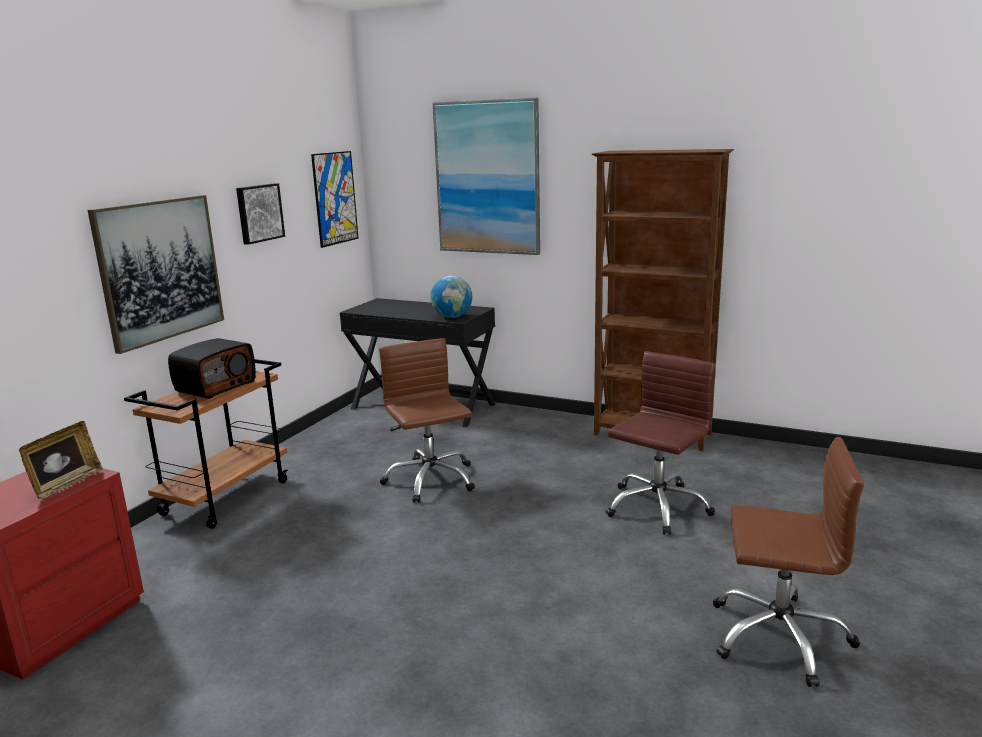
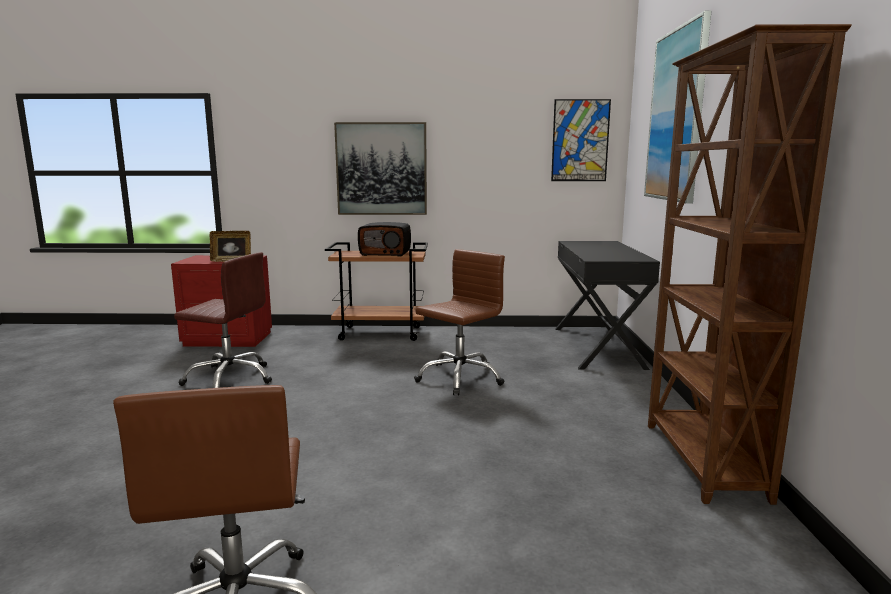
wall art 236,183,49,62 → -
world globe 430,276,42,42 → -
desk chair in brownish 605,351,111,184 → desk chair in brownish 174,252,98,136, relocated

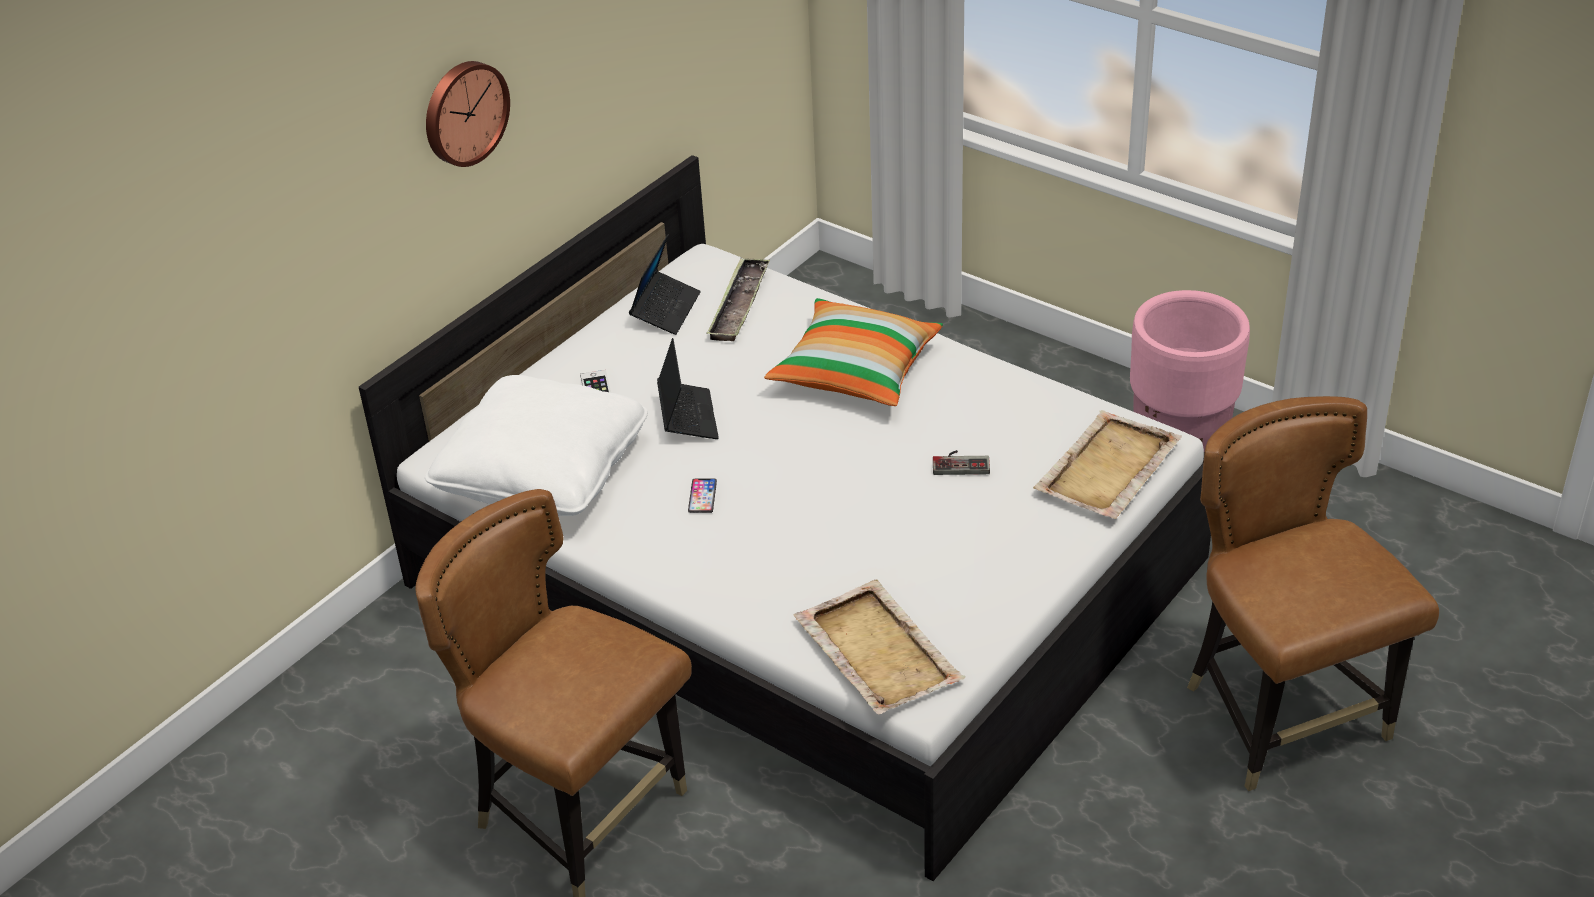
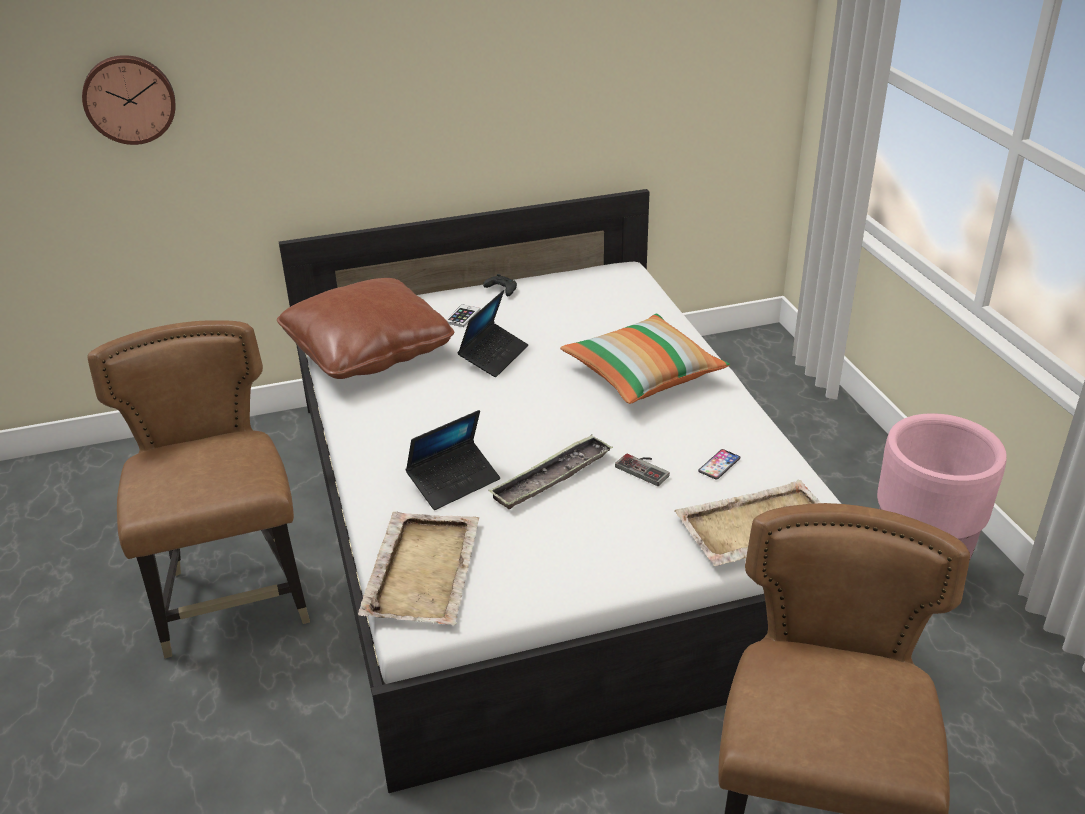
- → gamepad in blackish 483,274,34,22
hanging clock 426,61,84,106 → hanging clock 82,55,94,90, relocated
notebook computer 629,234,72,101 → notebook computer 406,410,94,100, relocated
phone 688,479,29,34 → phone 698,449,42,31, relocated
tray 707,258,63,83 → tray 489,434,124,75, relocated
cushion in whitish 425,375,223,141 → cushion in brownish 277,278,177,101

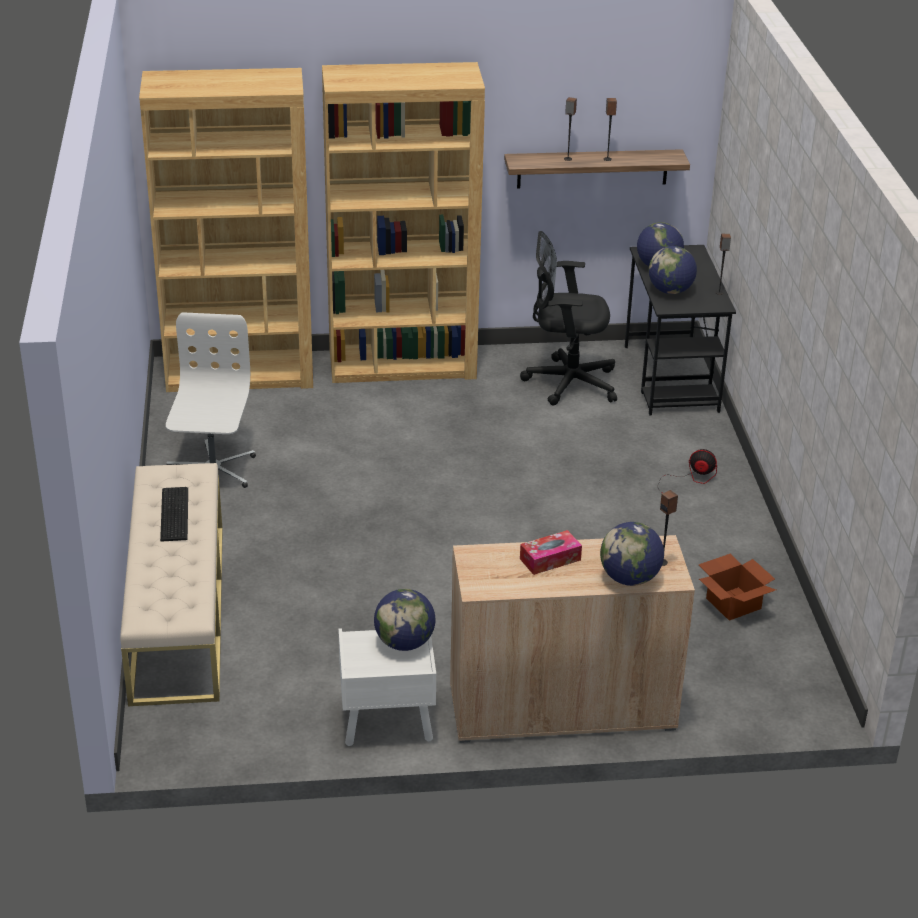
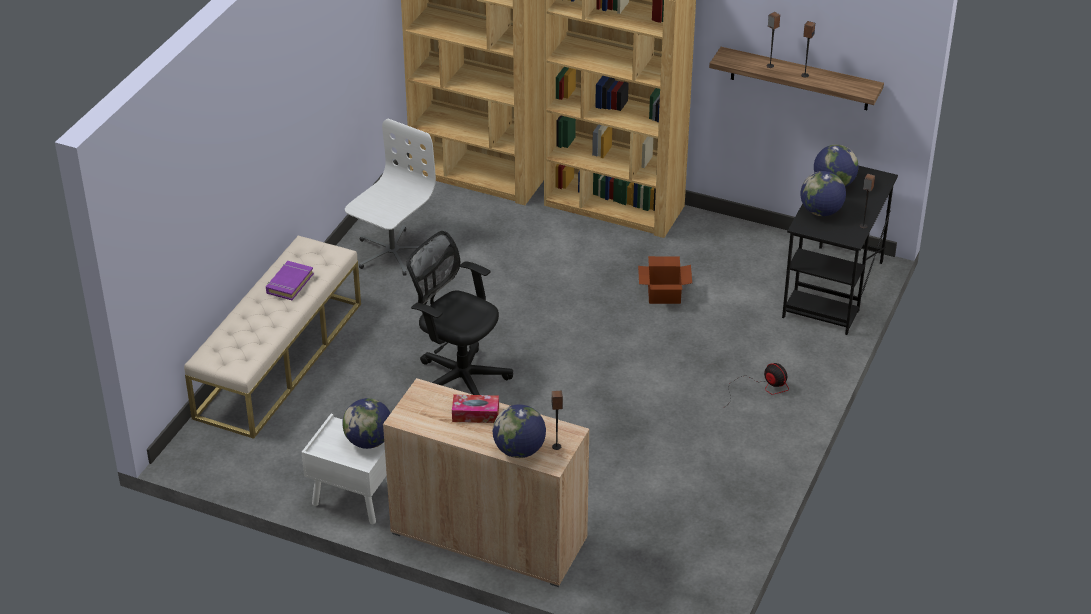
desk chair in blackish 520,231,97,175 → desk chair in blackish 406,231,107,164, relocated
cardboard box 699,554,77,67 → cardboard box 638,256,54,48, relocated
keyboard 160,487,28,55 → book in purplish 266,261,48,39

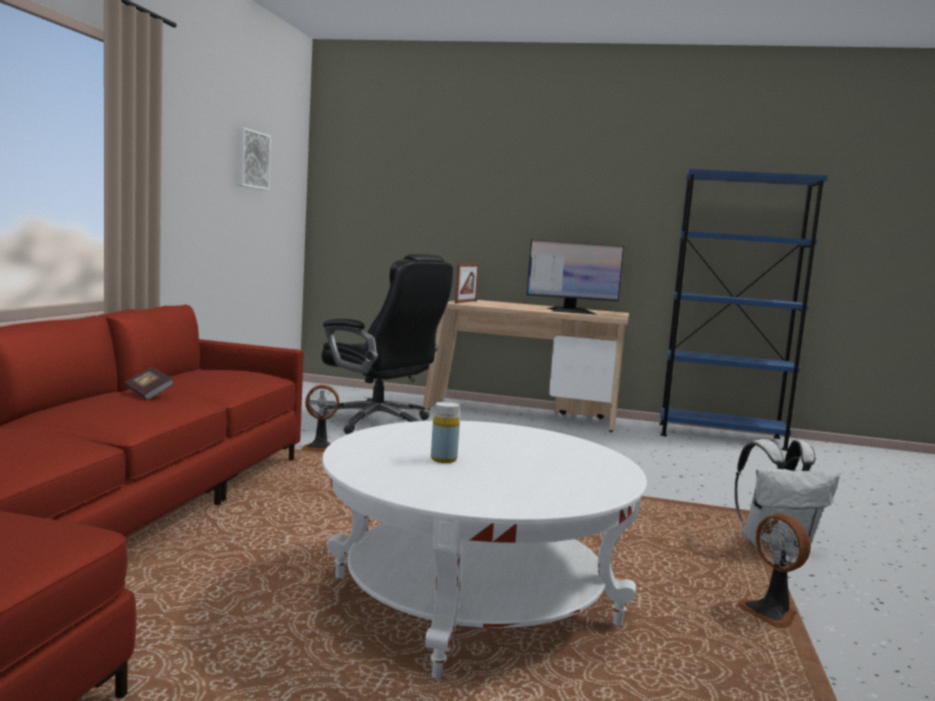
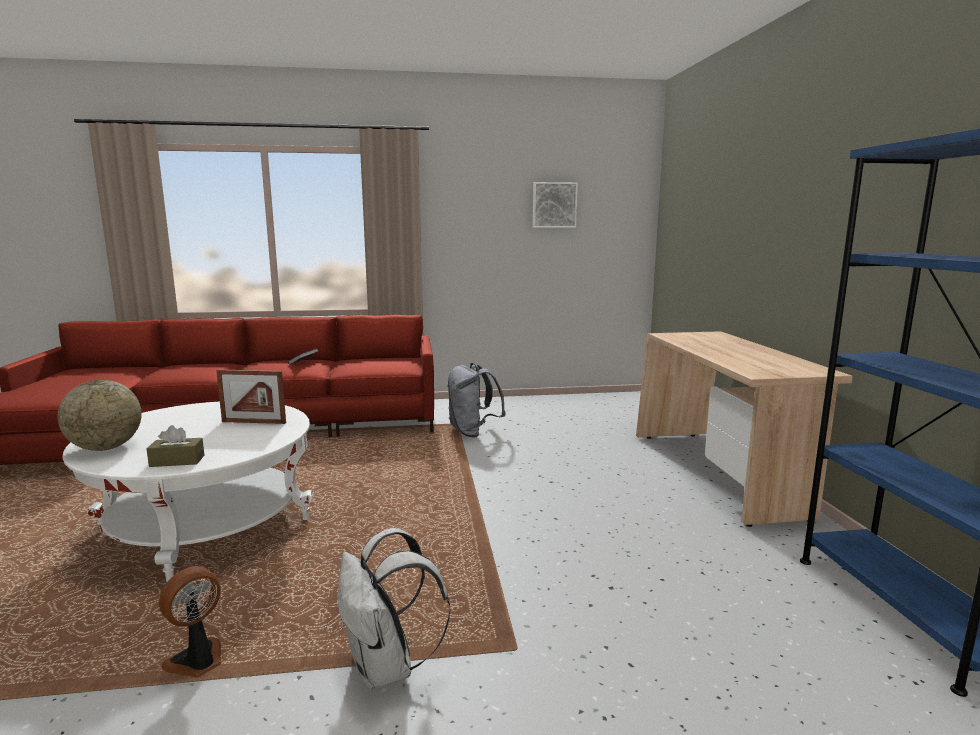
desk chair in blackish 321,254,132,180 → -
drink bottle in yellow 431,402,29,61 → -
computer screen 527,240,97,74 → -
- → world globe 58,380,84,71
- → tissue box in brownish 147,425,57,42
standing frame 455,263,24,40 → standing frame 216,369,70,55, relocated
cooling fan 301,385,38,67 → backpack in greyish 448,363,58,74

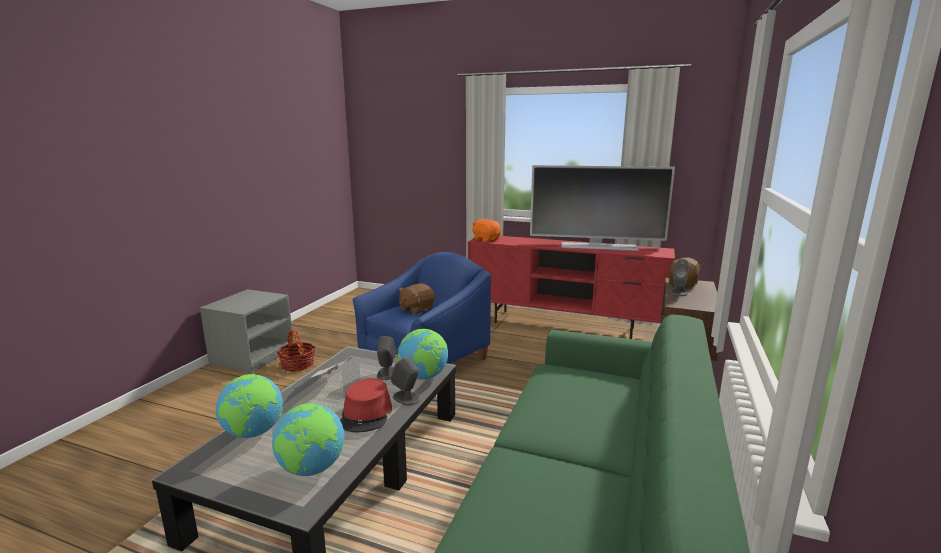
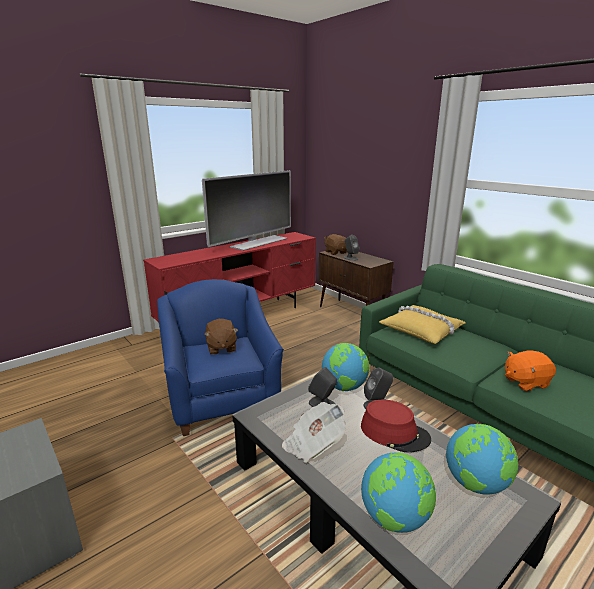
household basket 277,330,38,42 → -
- → cushion in yellow 379,305,87,39
plush toy in orange-coloured 472,219,29,23 → plush toy in orange-coloured 505,350,51,41, relocated

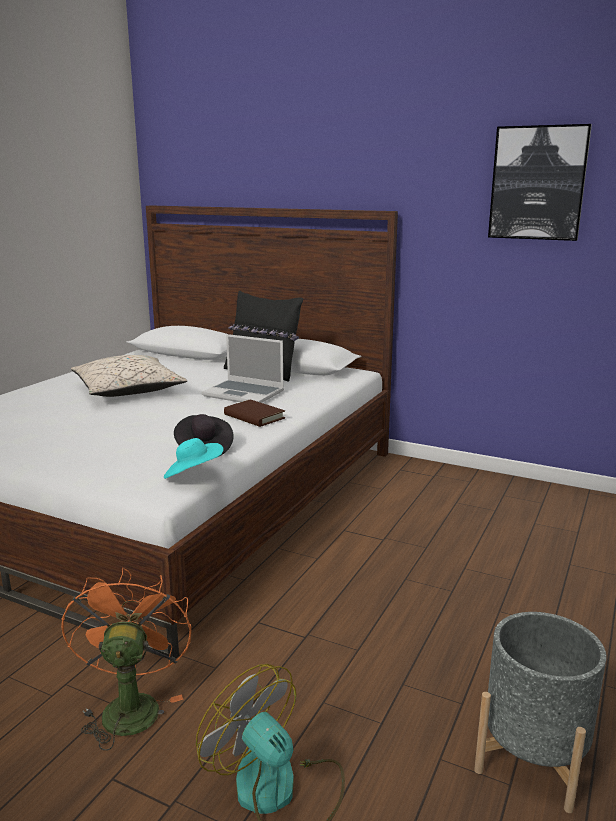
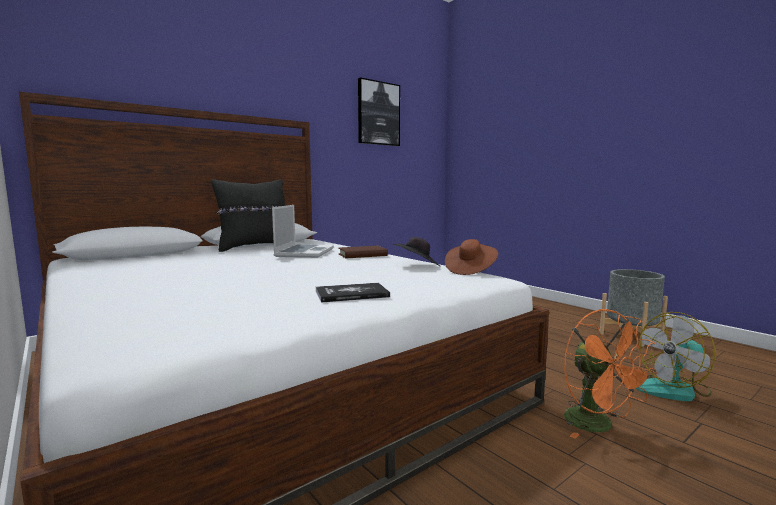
cushion in sand-coloured 71,355,116,42 → -
- → book 316,283,74,19
clothing hat in blue-green 164,438,59,41 → clothing hat in brownish 445,239,53,36
cooling fan in orange-coloured 61,568,130,182 → cooling fan in orange-coloured 564,309,93,130, 135 degrees counterclockwise
notebook computer 202,334,82,69 → notebook computer 272,205,62,53, 45 degrees counterclockwise

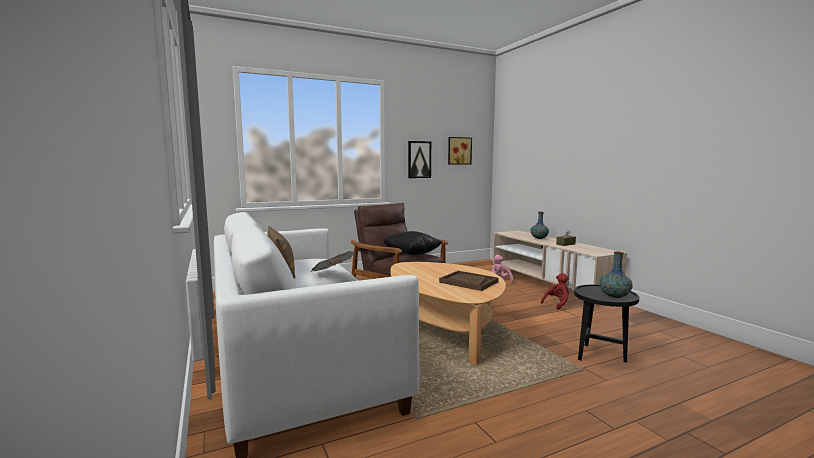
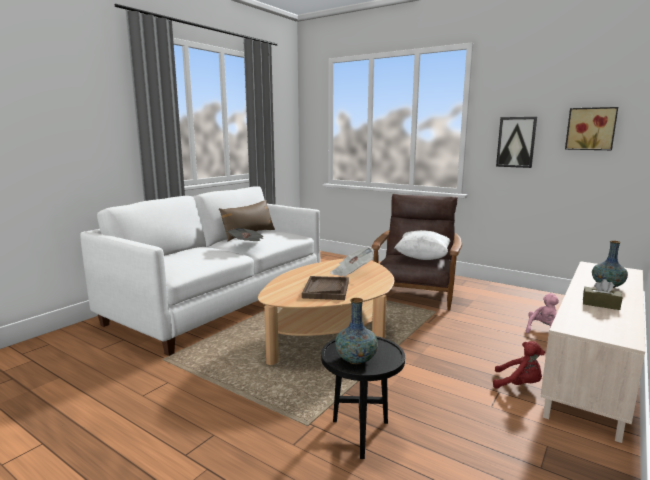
- → printed paper 330,248,43,29
cushion in blackish 383,231,59,24 → cushion in whitish 394,230,56,30

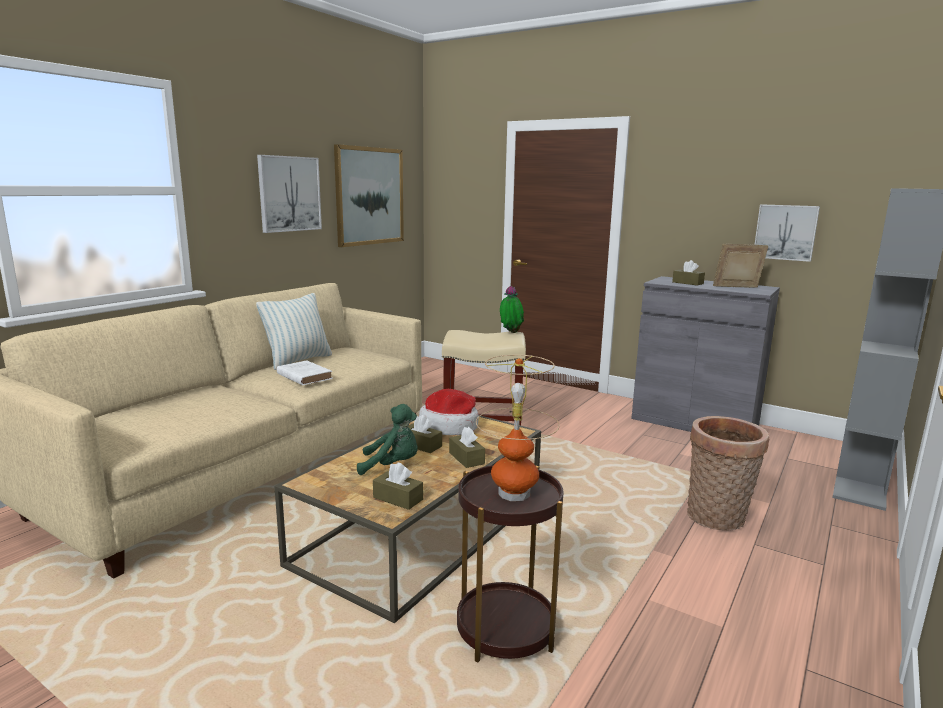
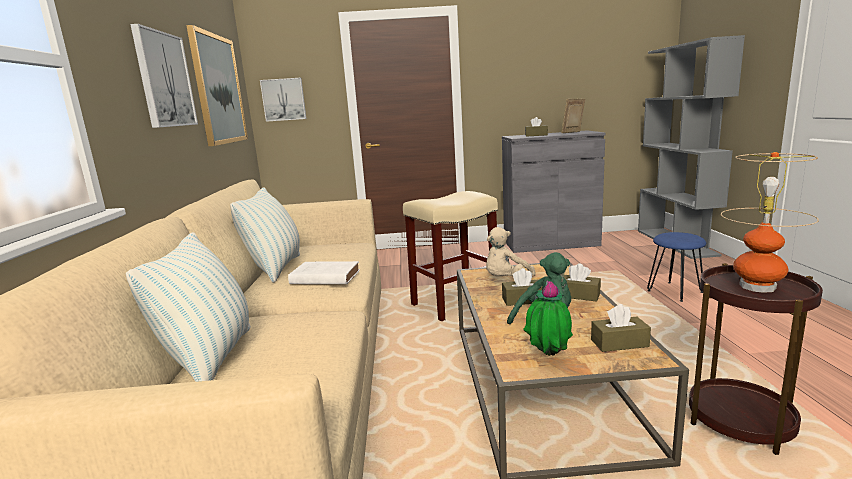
- → cushion 126,232,125,150
houseplant 500,286,24,47 → houseplant 523,281,50,75, relocated
wall art 754,204,66,58 → wall art 260,78,46,44, relocated
clothing hat 419,389,60,46 → plush toy in sand-coloured 486,227,50,49
household basket 687,416,82,115 → stool seat in blue 647,232,59,70

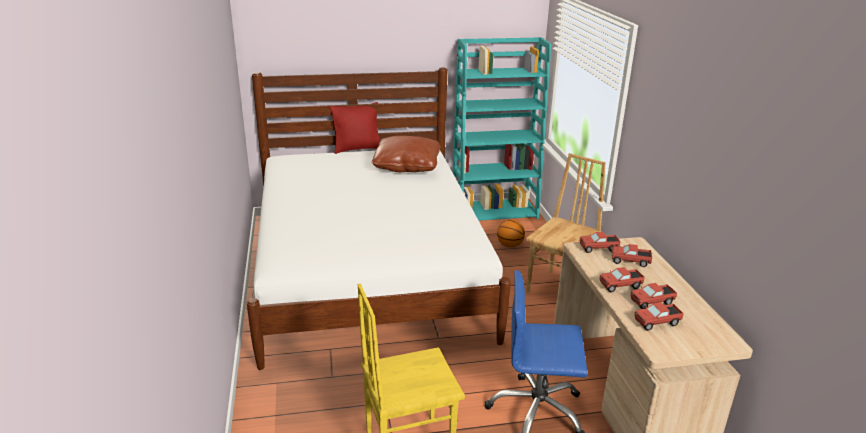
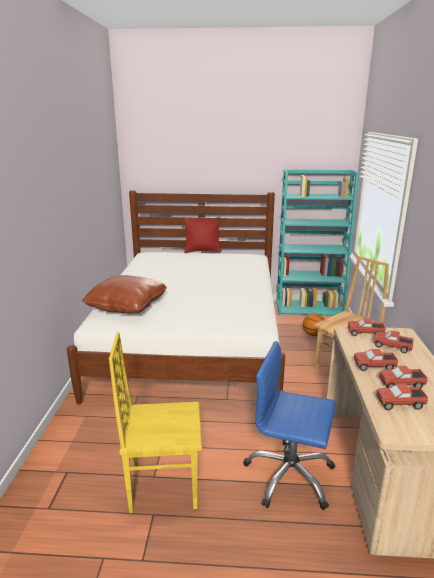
cushion in brownish 371,136,70,36 → cushion in brownish 82,275,85,39, relocated

